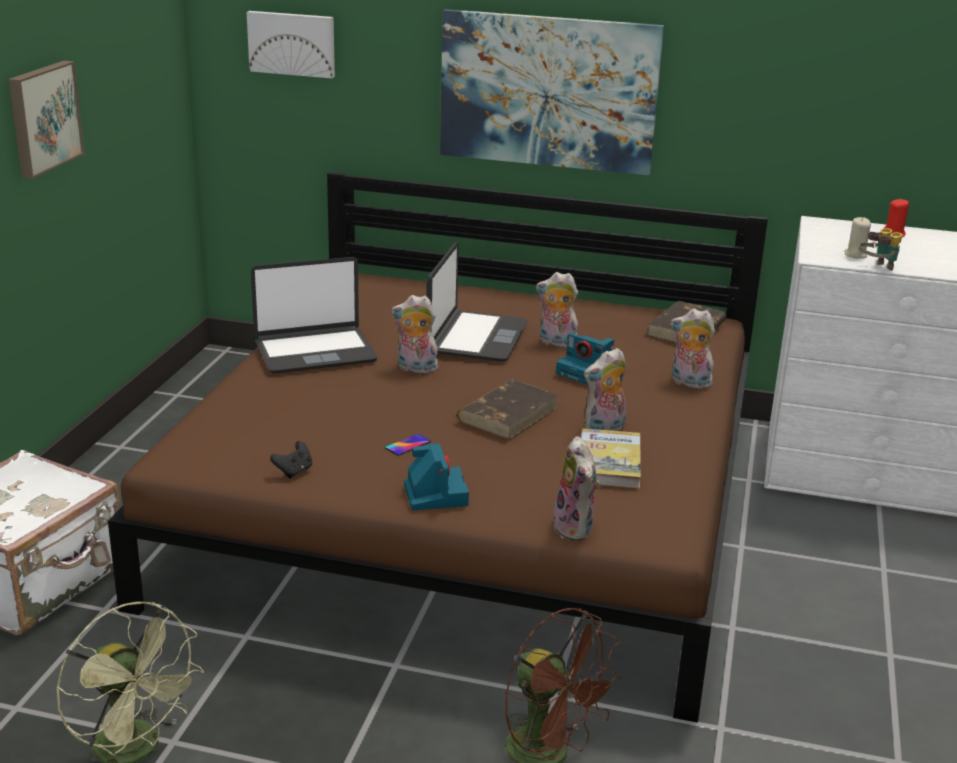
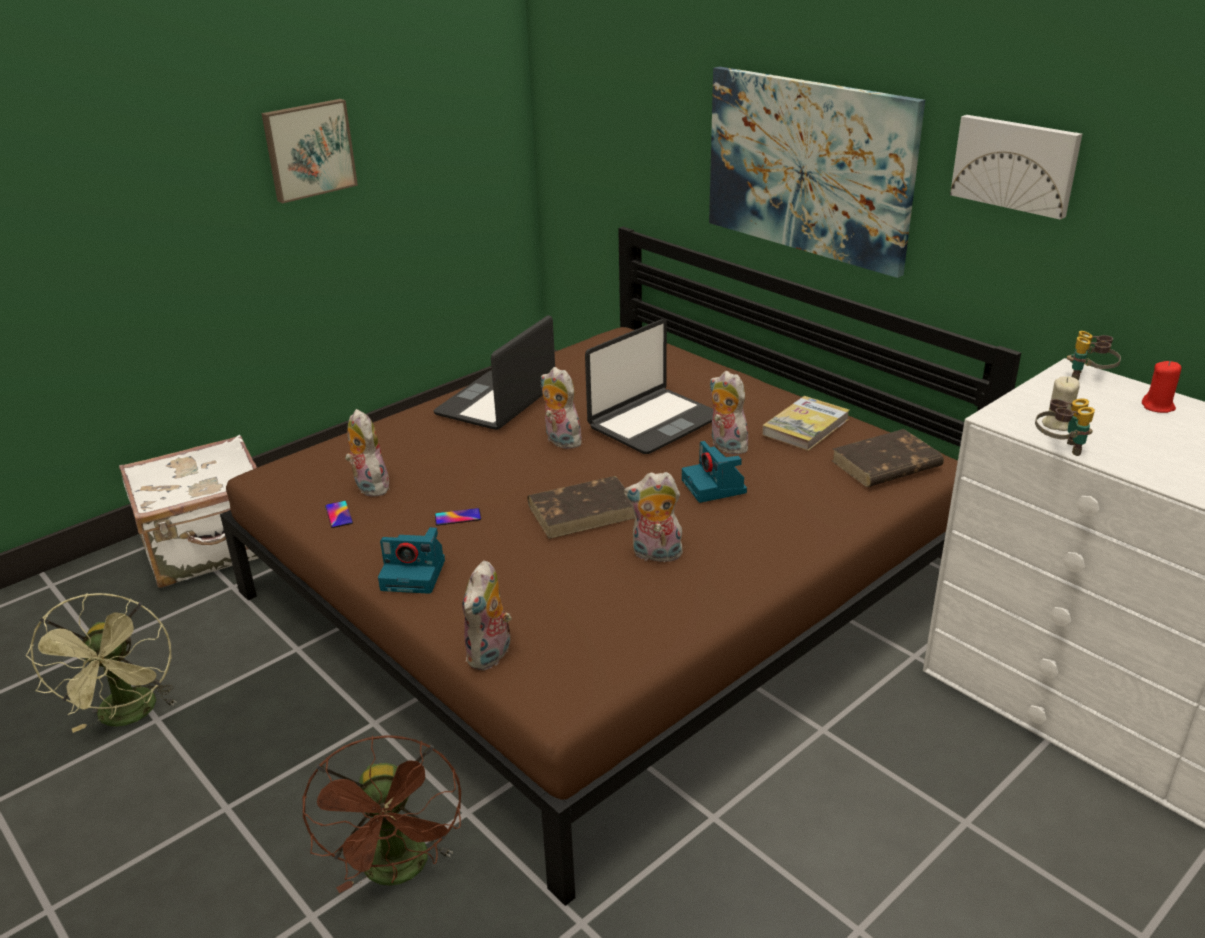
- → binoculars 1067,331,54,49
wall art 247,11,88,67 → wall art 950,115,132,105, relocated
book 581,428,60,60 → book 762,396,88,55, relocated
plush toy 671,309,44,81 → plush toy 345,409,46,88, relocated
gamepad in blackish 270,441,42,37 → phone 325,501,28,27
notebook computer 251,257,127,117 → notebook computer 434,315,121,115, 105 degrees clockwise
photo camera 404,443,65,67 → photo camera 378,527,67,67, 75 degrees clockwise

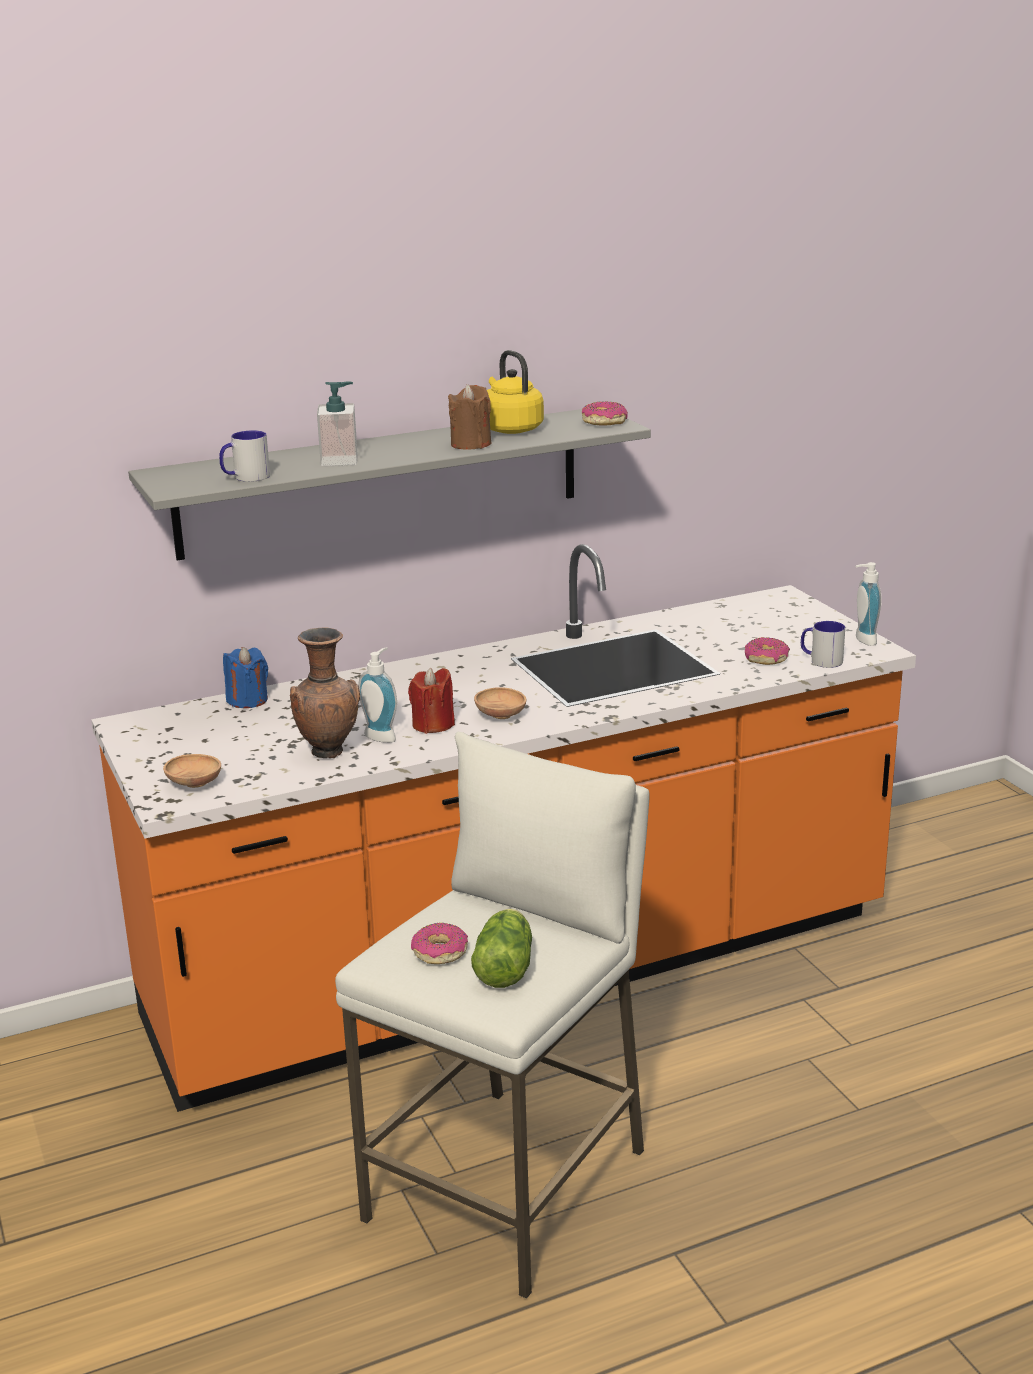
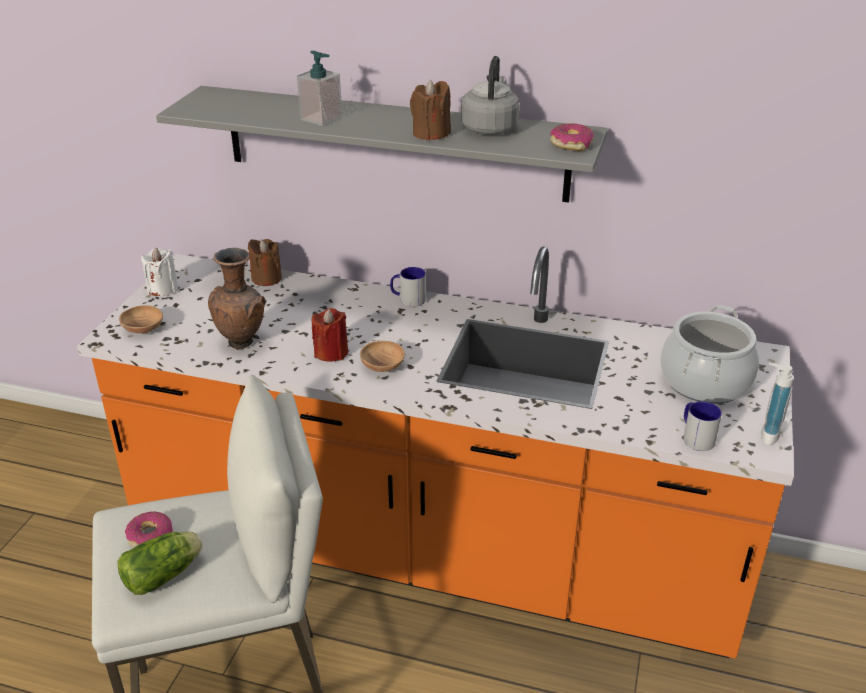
liquid soap bottle 358,647,39,96 → -
ring doughnut 745,637,45,28 → -
- → candle in whitish 141,248,38,48
- → stockpot 660,305,99,99
tea mug 219,430,51,52 → tea mug 390,267,36,40, relocated
candle in blue 223,647,45,61 → candle in brownish 248,239,34,47
kettle in yellow 487,350,57,84 → kettle in greyish 461,56,58,79

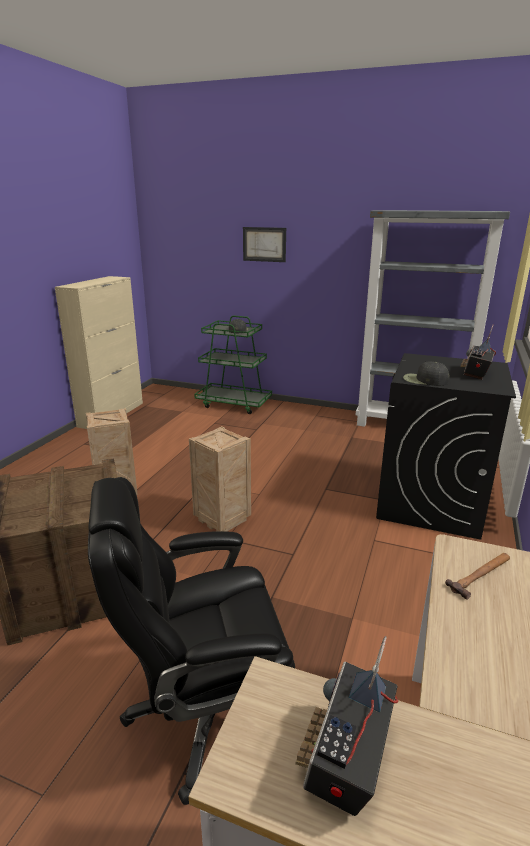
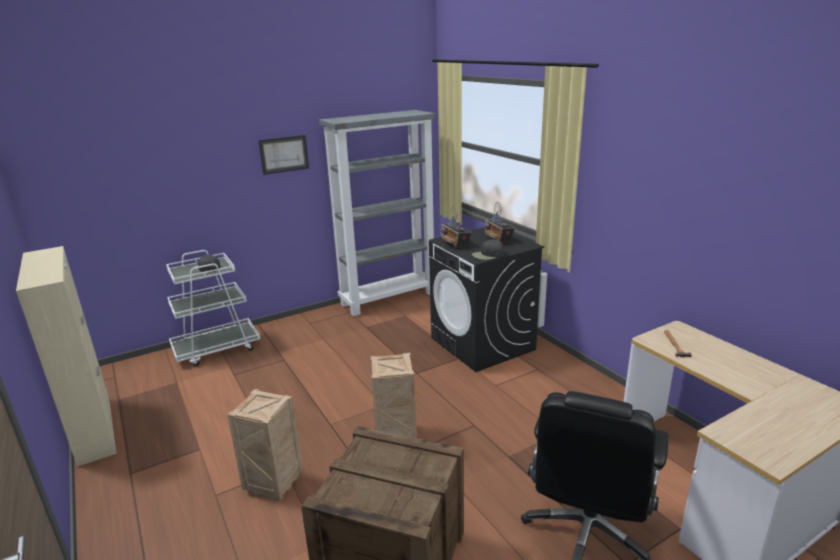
wall art 243,227,43,35 → wall art 258,135,51,40, relocated
radio set 295,636,104,180 → radio set 441,206,31,42, relocated
cart in greenish 194,315,78,99 → cart in whitish 166,250,94,116

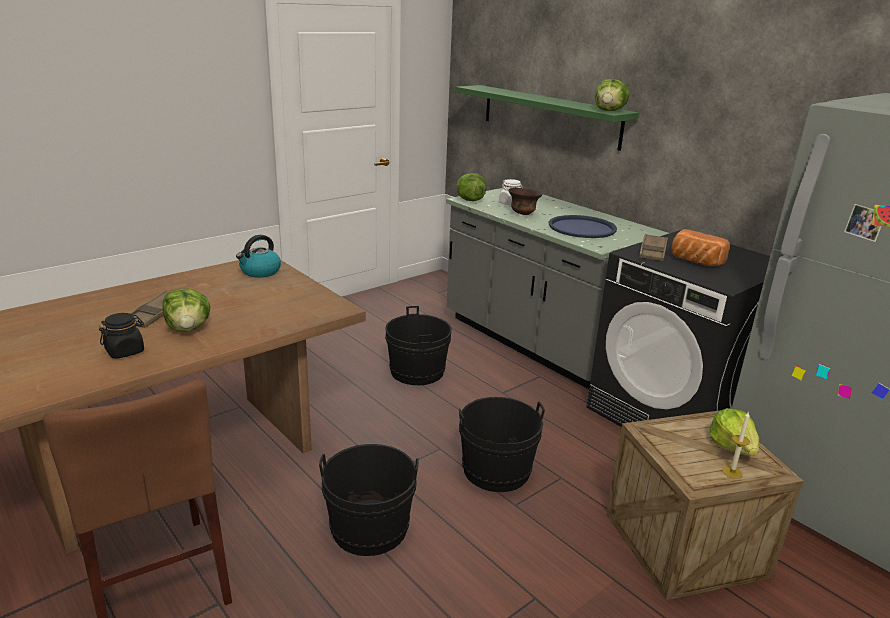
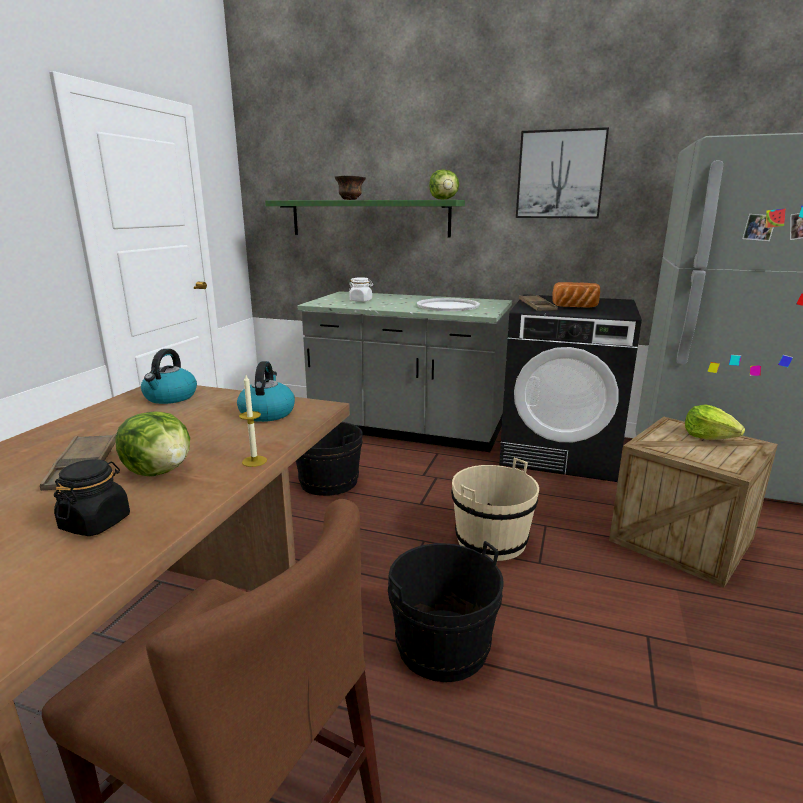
head of lettuce 456,173,30,28 → -
- → kettle 237,361,58,61
- → wall art 516,127,93,91
deep dish in brownish 508,188,35,27 → deep dish in brownish 334,176,32,24, relocated
candle 722,411,28,68 → candle 239,375,28,92, relocated
pail in blackish 459,397,86,95 → pail in sand-coloured 451,458,88,103
tray in blue 549,215,68,23 → tray in whitish 417,298,63,13

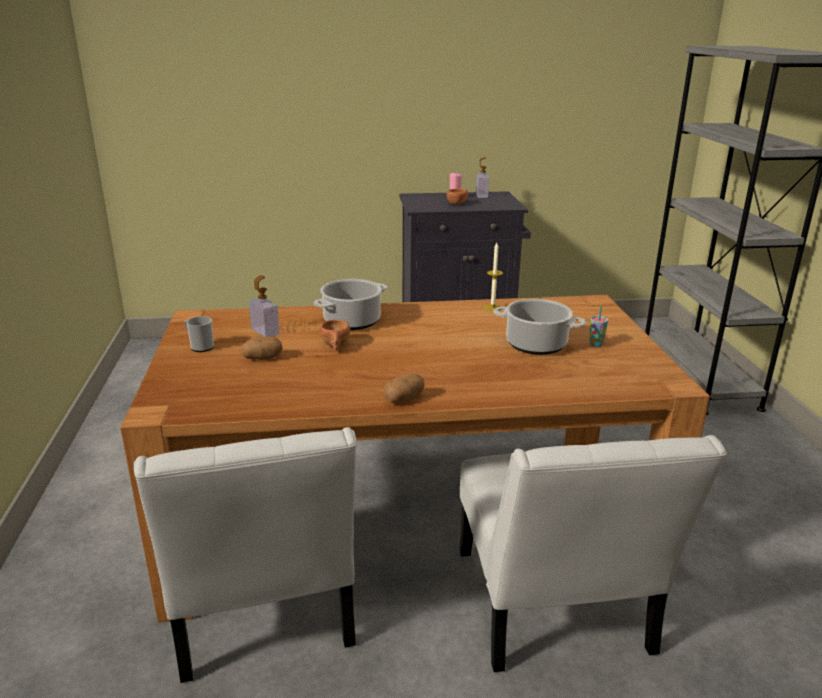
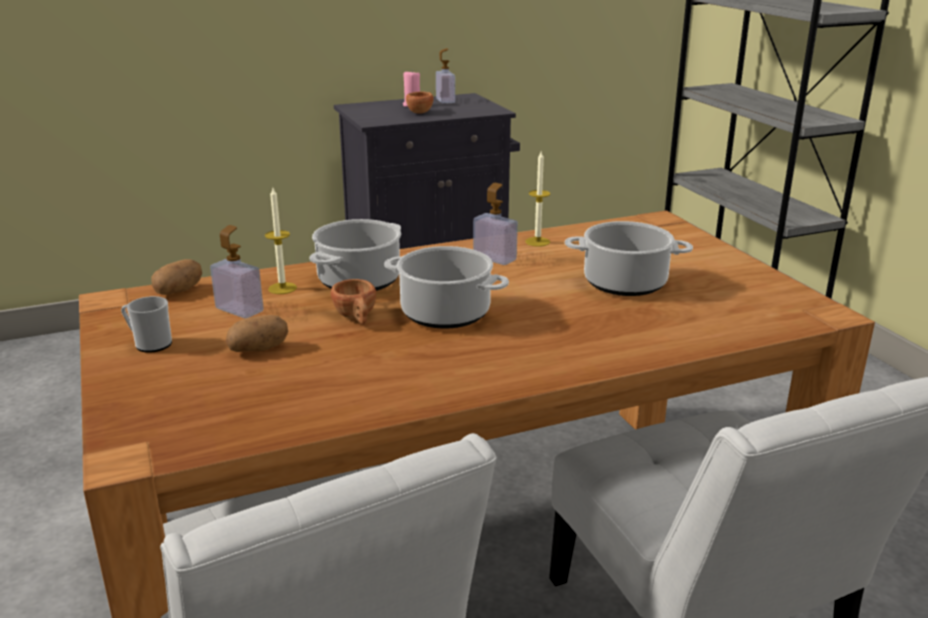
drinking cup 589,306,19,41 → -
- → candle 265,188,32,106
- → stockpot 384,246,125,82
- → liquid soap bottle 473,183,45,82
whole potato 384,374,40,29 → whole potato 152,259,50,36, relocated

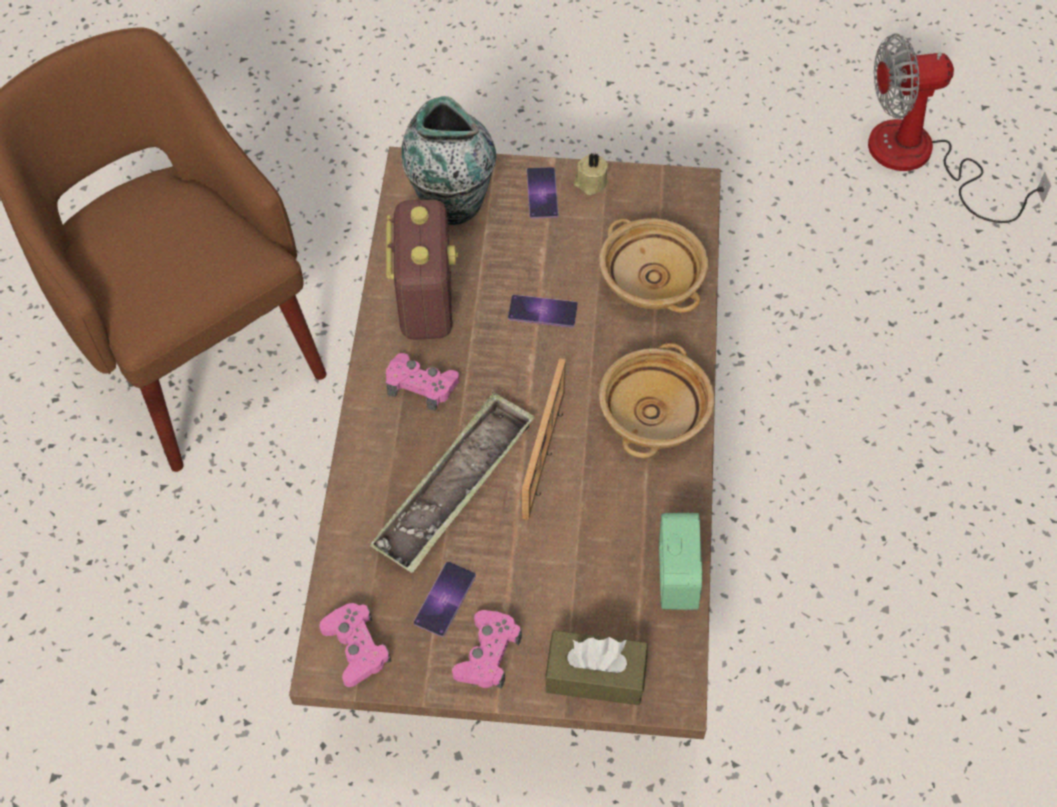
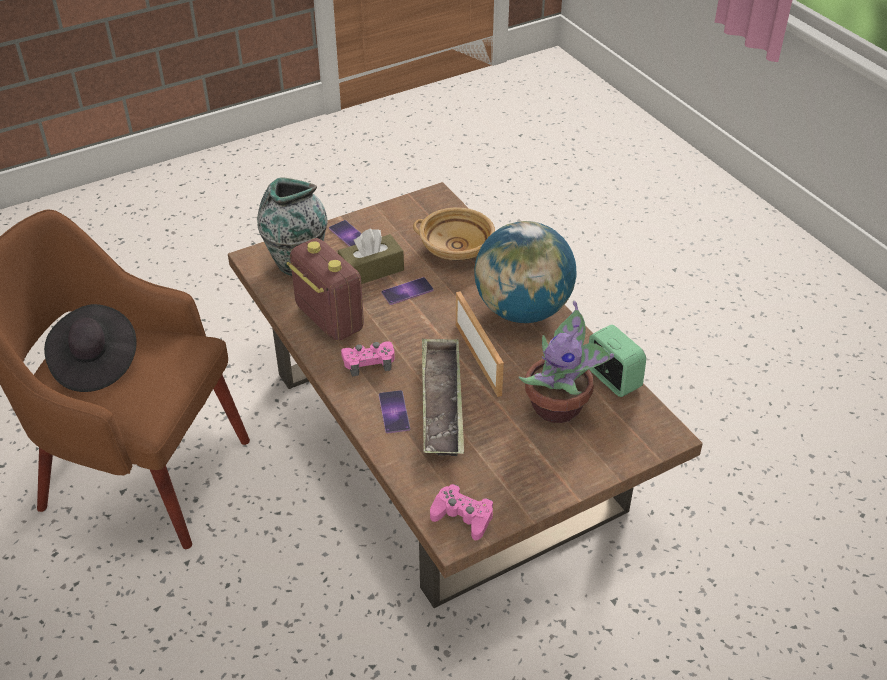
gamepad in pink 452,610,70,79 → -
candle in sand-coloured 574,153,34,42 → -
cooling fan 868,34,183,189 → -
- → clothing hat in blackish 44,304,93,88
- → houseplant 519,301,95,122
phone 414,562,62,75 → phone 379,390,31,43, relocated
tissue box in brownish 545,630,103,75 → tissue box in brownish 338,228,66,56, relocated
deep dish in sand-coloured 599,343,115,115 → world globe 474,221,102,102

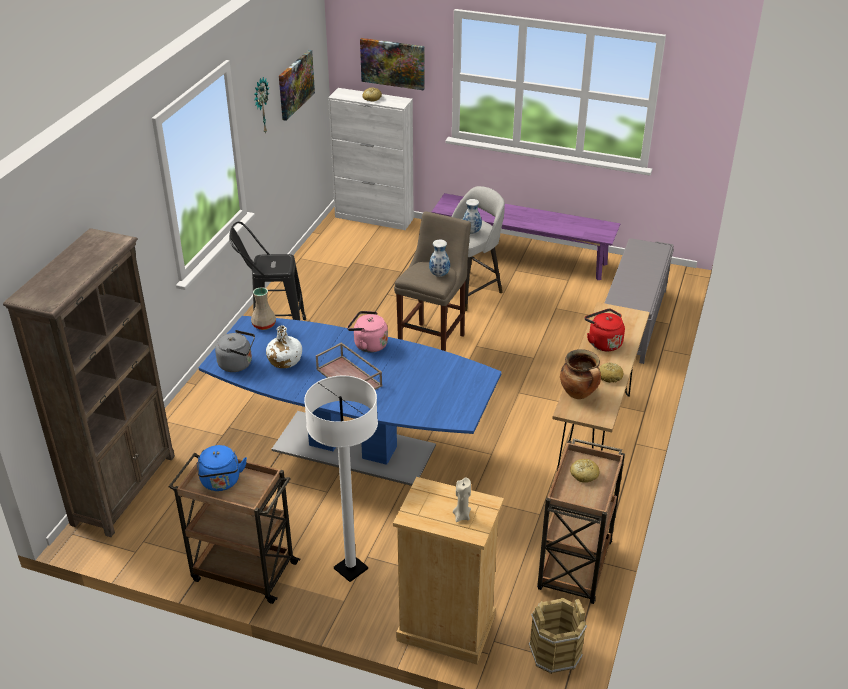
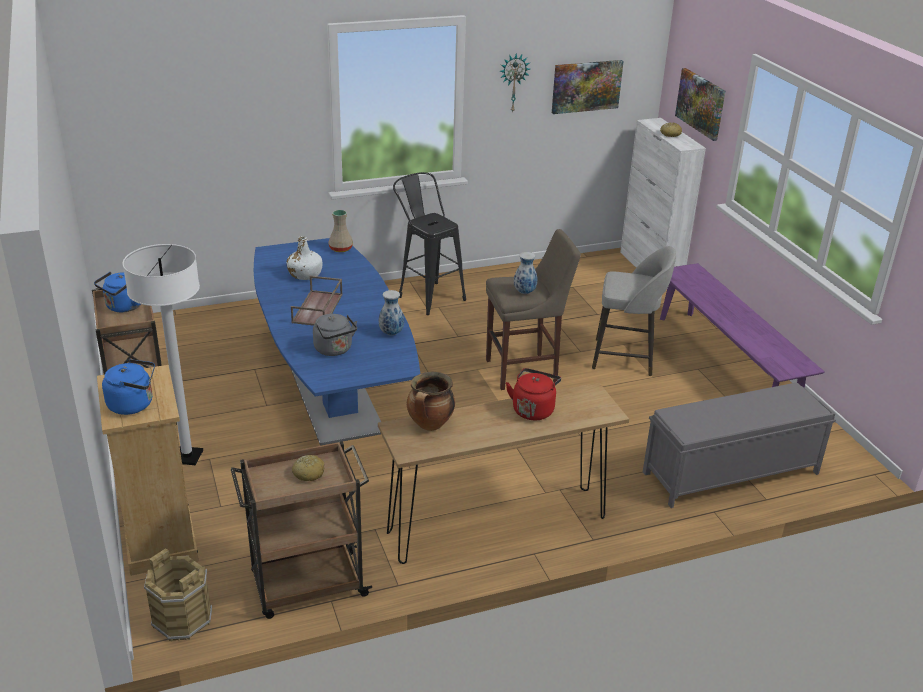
bookshelf in brownish 3,228,172,309 → -
kettle in pink 347,311,41,41 → -
baked bread 599,363,24,20 → -
kettle in greyish 215,330,40,42 → kettle in greyish 313,314,44,42, relocated
flower vase 463,199,19,35 → flower vase 379,290,25,45, relocated
candle in sand-coloured 453,478,18,44 → kettle in blue 102,359,53,56

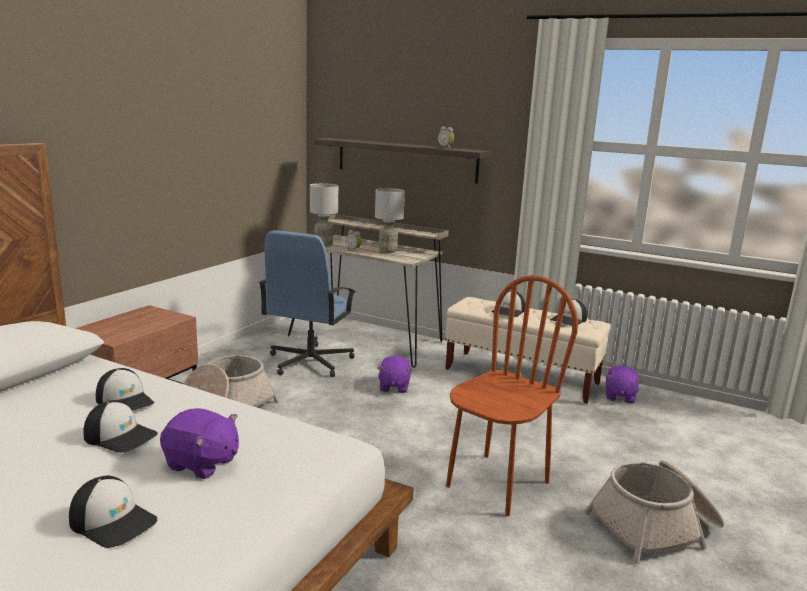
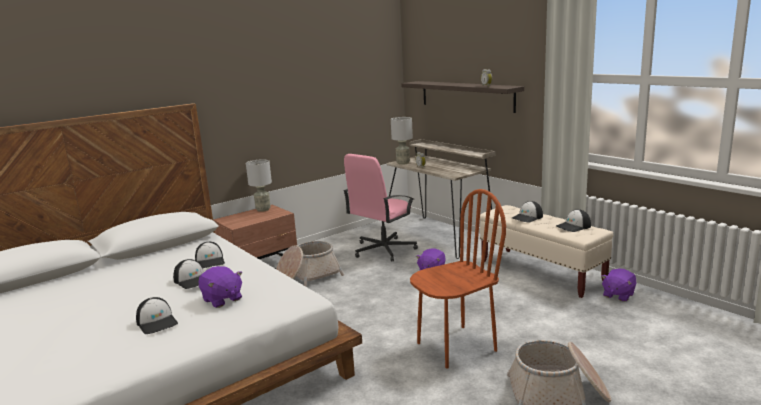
tabletop lamp in greyish 375,188,30,65 → tabletop lamp in greyish 246,159,26,53, relocated
desk chair in blue 259,230,96,147 → desk chair in pink 343,154,75,108

